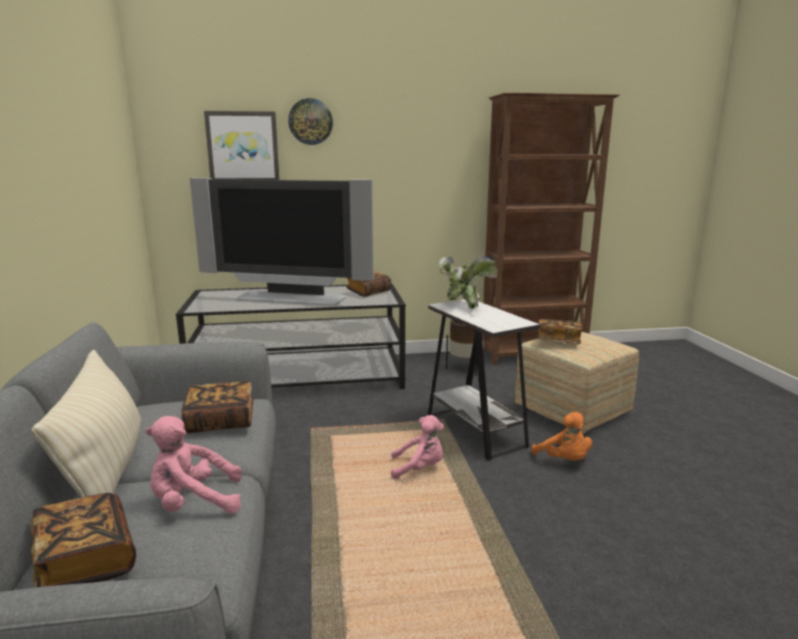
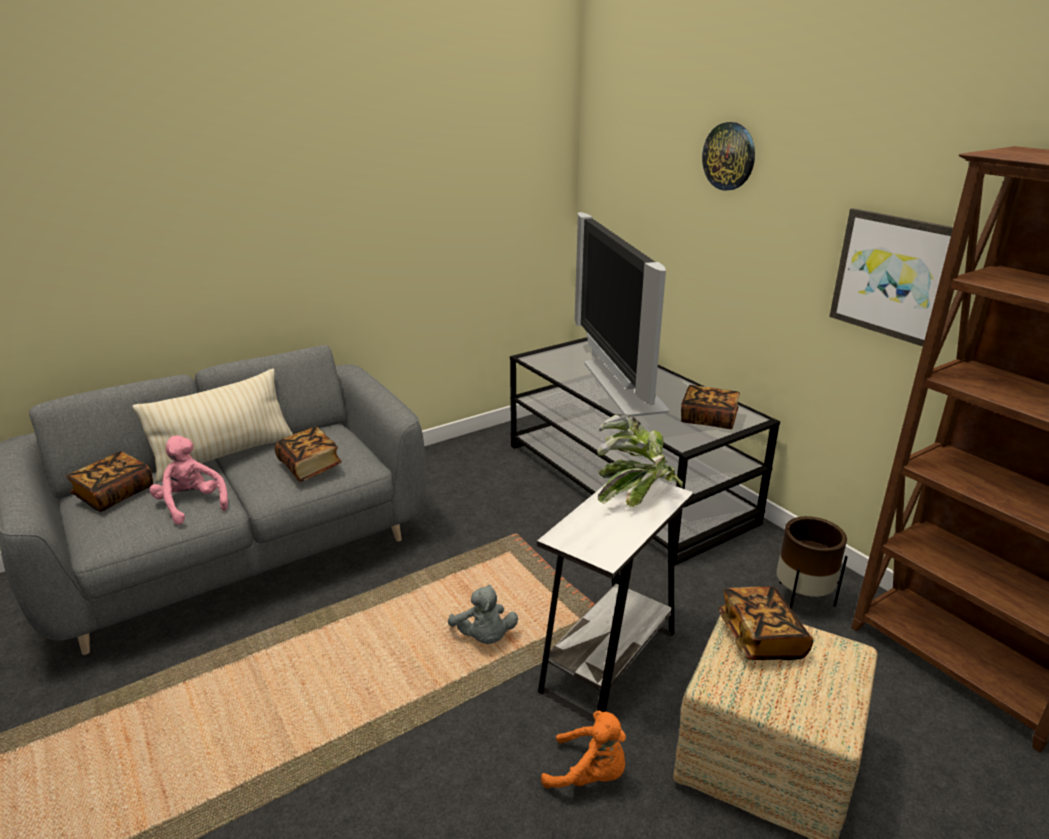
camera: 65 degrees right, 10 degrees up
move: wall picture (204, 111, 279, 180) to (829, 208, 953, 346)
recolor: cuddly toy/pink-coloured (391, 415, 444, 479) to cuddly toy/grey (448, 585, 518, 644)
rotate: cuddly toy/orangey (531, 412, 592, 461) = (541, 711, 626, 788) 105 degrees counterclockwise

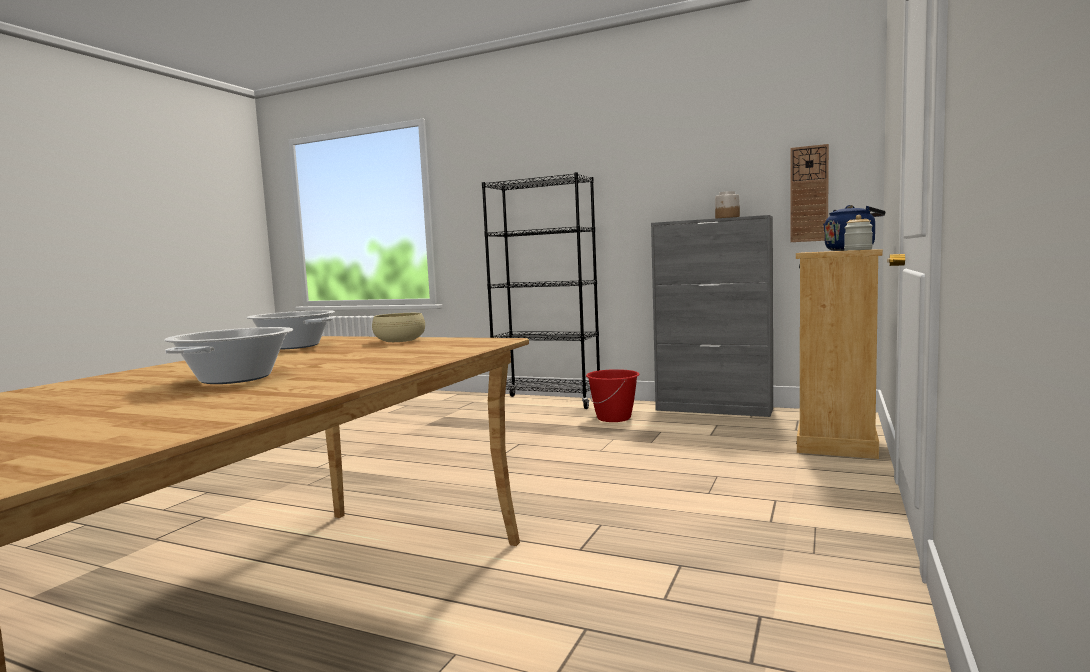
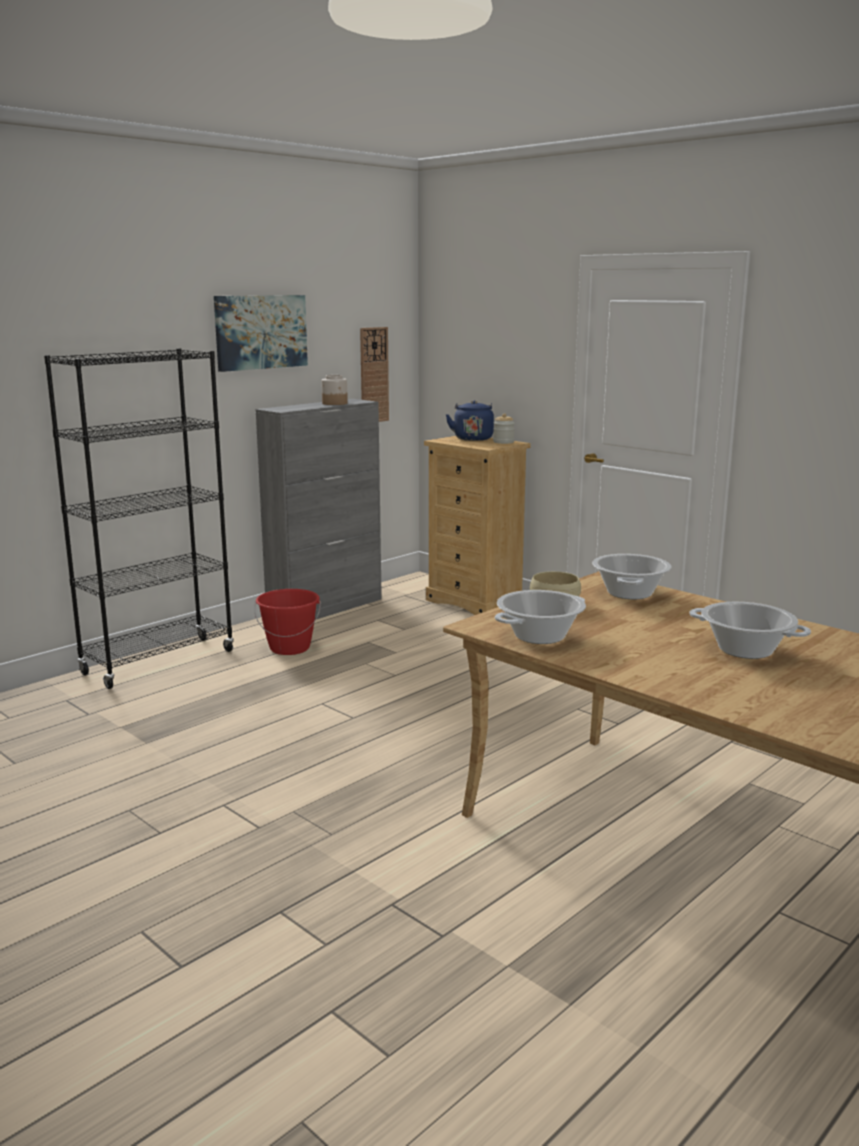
camera: 70 degrees left, 10 degrees up
insert: wall picture (214, 295, 308, 372); stockpot (592, 554, 672, 599)

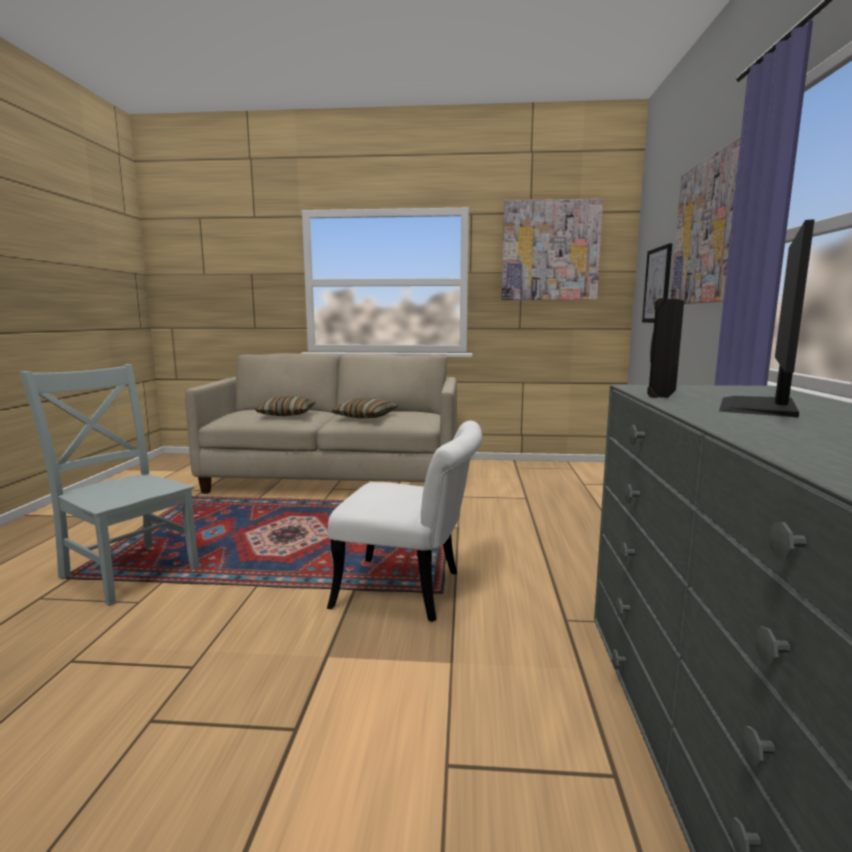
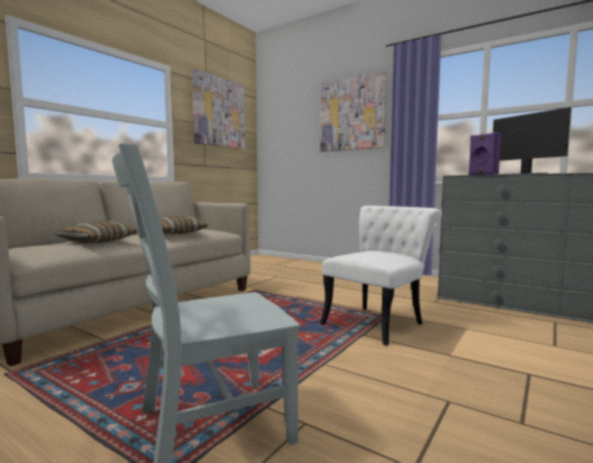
camera: 60 degrees left, 5 degrees down
delete: wall picture (642, 243, 672, 323)
recolor: loudspeaker/blackish (647, 298, 684, 398) to loudspeaker/purple (468, 132, 501, 175)

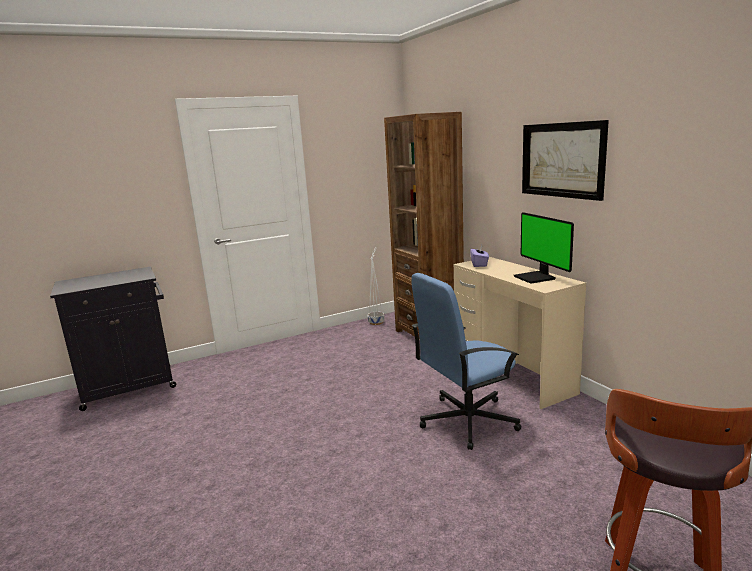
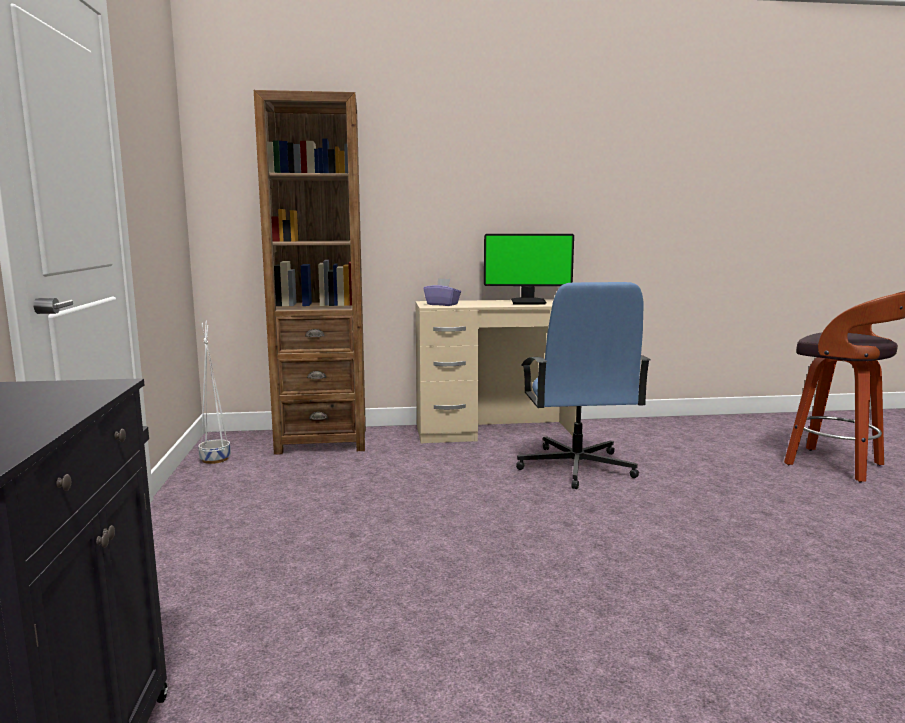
camera: 70 degrees left, 5 degrees down
delete: wall picture (522, 120, 609, 201)

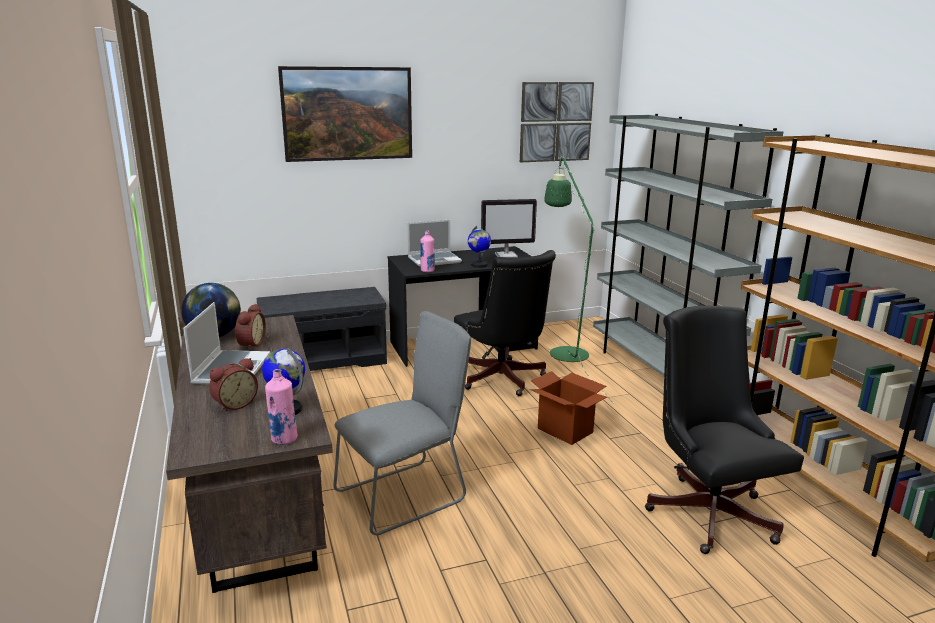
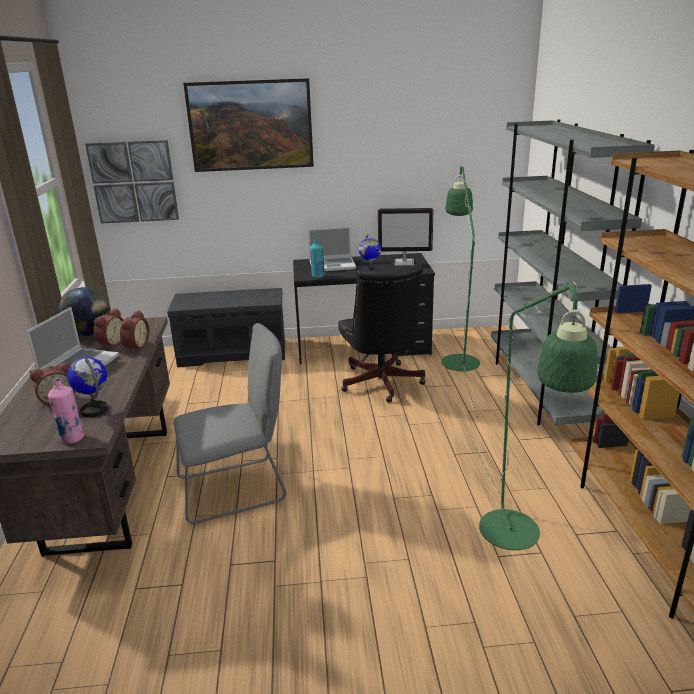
camera: 15 degrees right, 5 degrees up
delete: packing box (529, 371, 607, 445)
insert: bedside clock (120, 310, 149, 352)
move: wall picture (520, 82, 594, 162) to (85, 140, 179, 224)
replace: desk chair/blackish (645, 306, 804, 554) to floor lamp/green (473, 281, 597, 550)
recolor: beverage bottle/pink-coloured (420, 231, 434, 273) to beverage bottle/turquoise (310, 239, 325, 278)

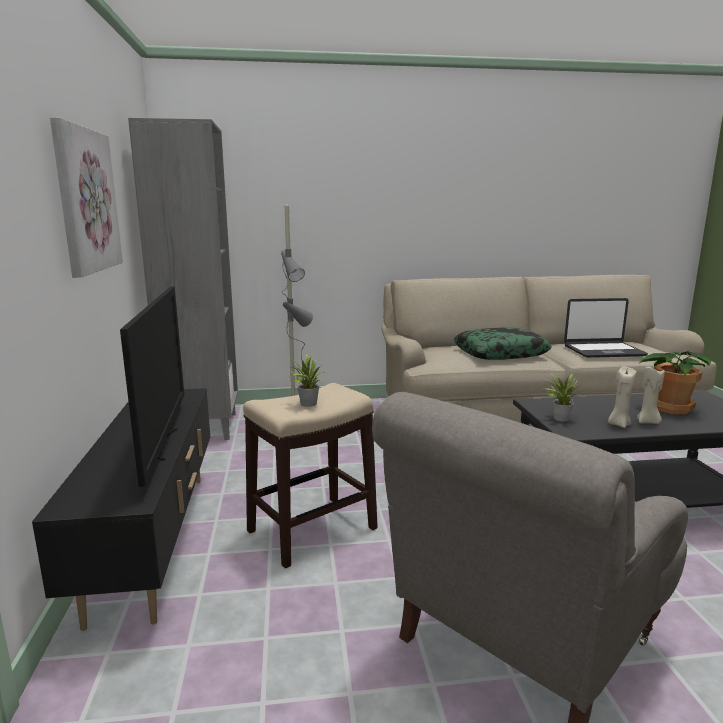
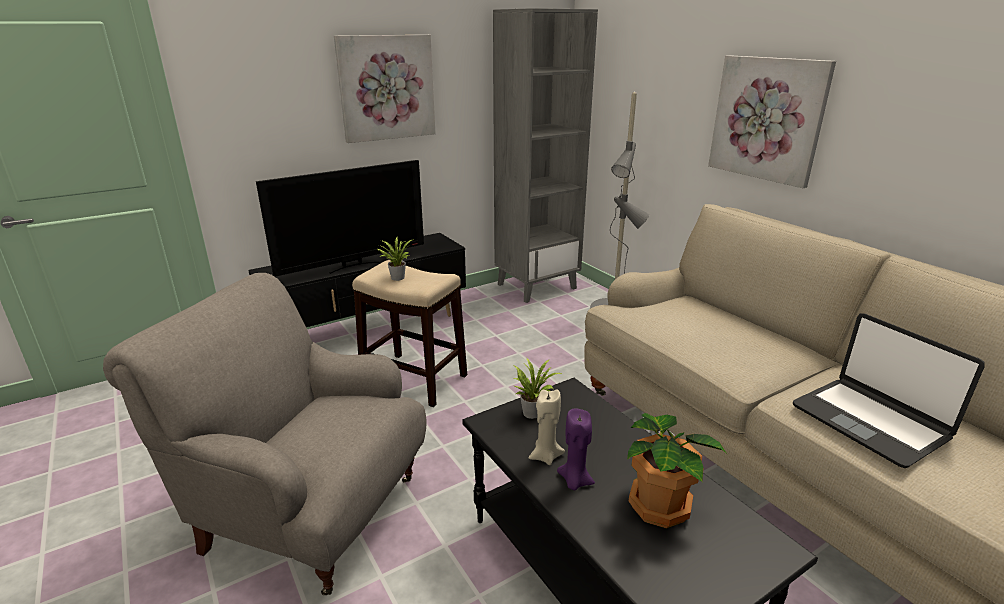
camera: 65 degrees right, 10 degrees up
delete: cushion (454, 328, 552, 360)
insert: wall picture (708, 55, 836, 188)
recolor: candle/beige (637, 366, 665, 424) to candle/purple (557, 408, 595, 490)

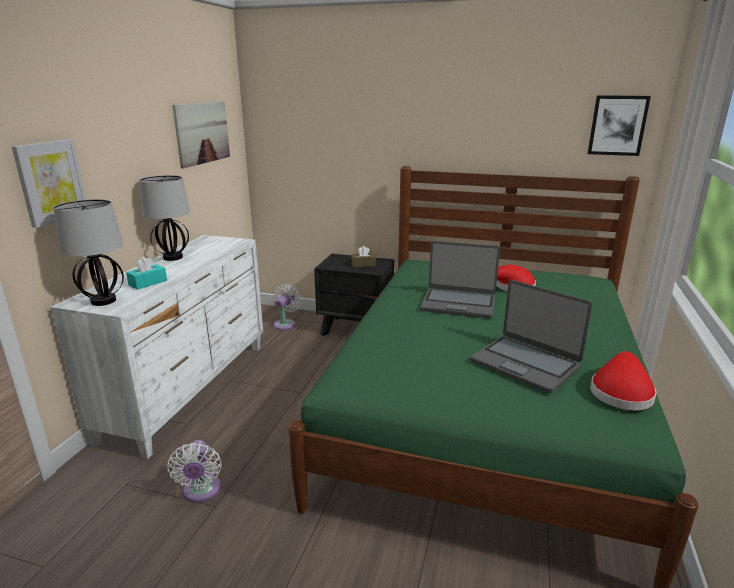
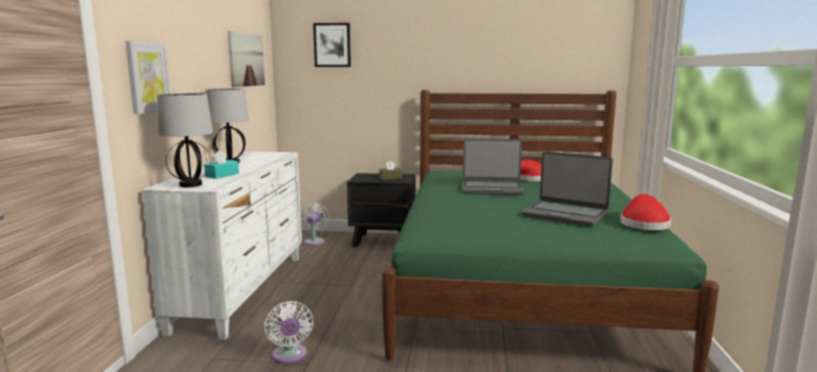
camera: 10 degrees left, 10 degrees down
move: wall picture (587, 95, 651, 156) to (313, 23, 351, 67)

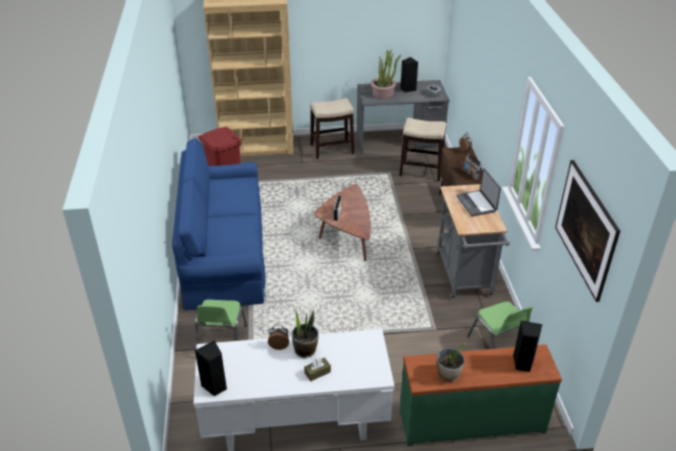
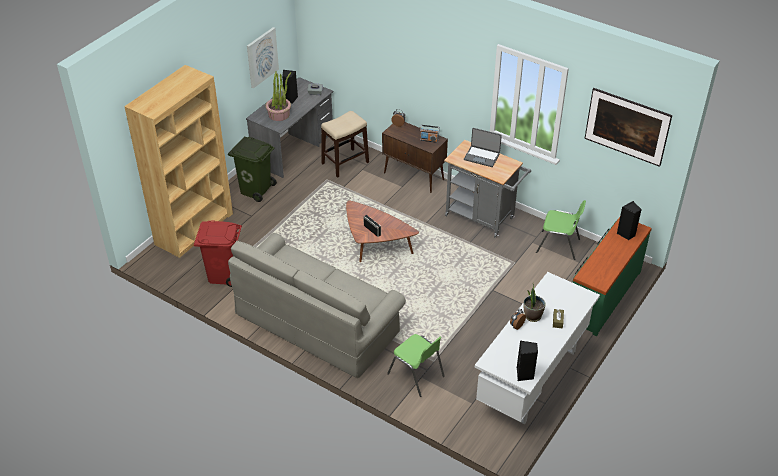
camera: 50 degrees left, 5 degrees up
delete: potted plant (437, 342, 466, 382)
insert: wall picture (247, 27, 279, 88)
replace: stool seat (310, 98, 354, 159) to trash can/green (228, 136, 277, 202)
recolor: settee/blue (172, 138, 267, 310) to settee/grey (228, 233, 406, 378)

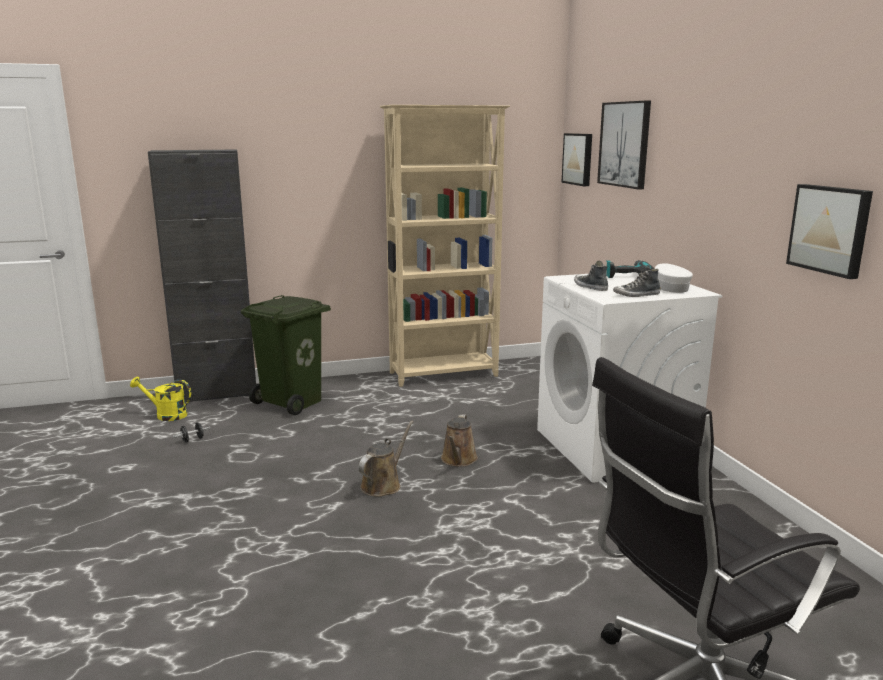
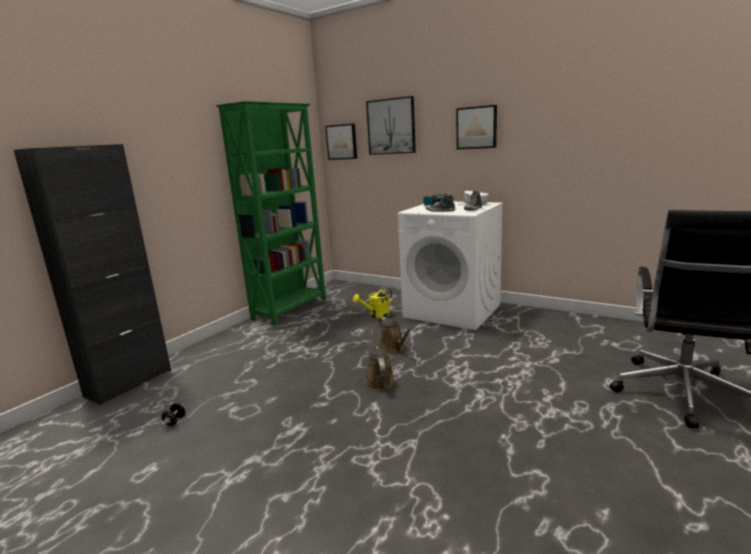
camera: 40 degrees left, 0 degrees up
delete: trash can/green (241, 295, 331, 415)
move: sprinkling can/yellow (130, 377, 191, 421) to (353, 287, 392, 318); wall picture (786, 184, 873, 279) to (456, 105, 497, 149)
recolor: bookshelf/beige (380, 105, 510, 387) to bookshelf/green (216, 101, 326, 325)

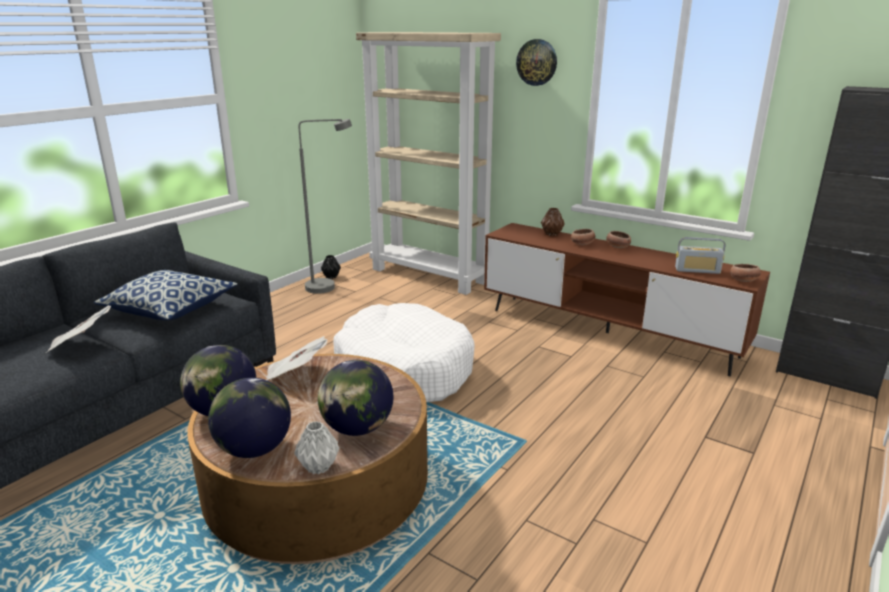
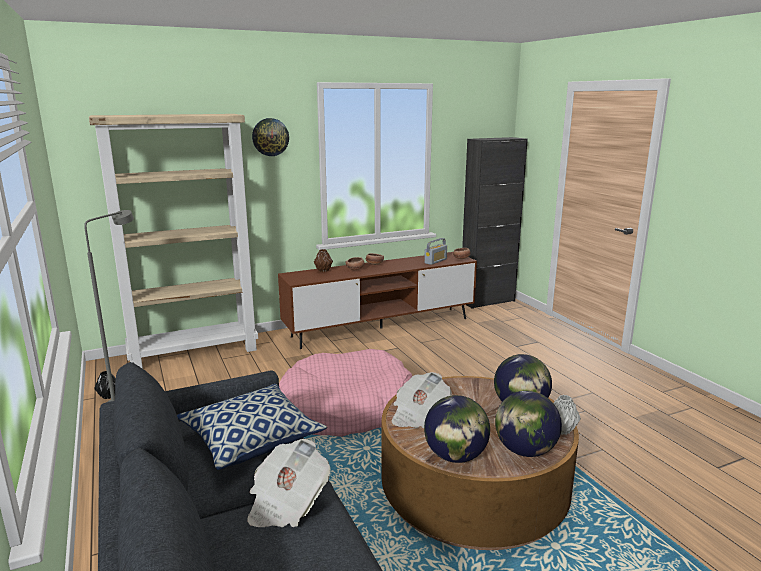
camera: 60 degrees left, 5 degrees down
recolor: dog bed/white (333, 303, 475, 402) to dog bed/pink-coloured (279, 349, 412, 437)

